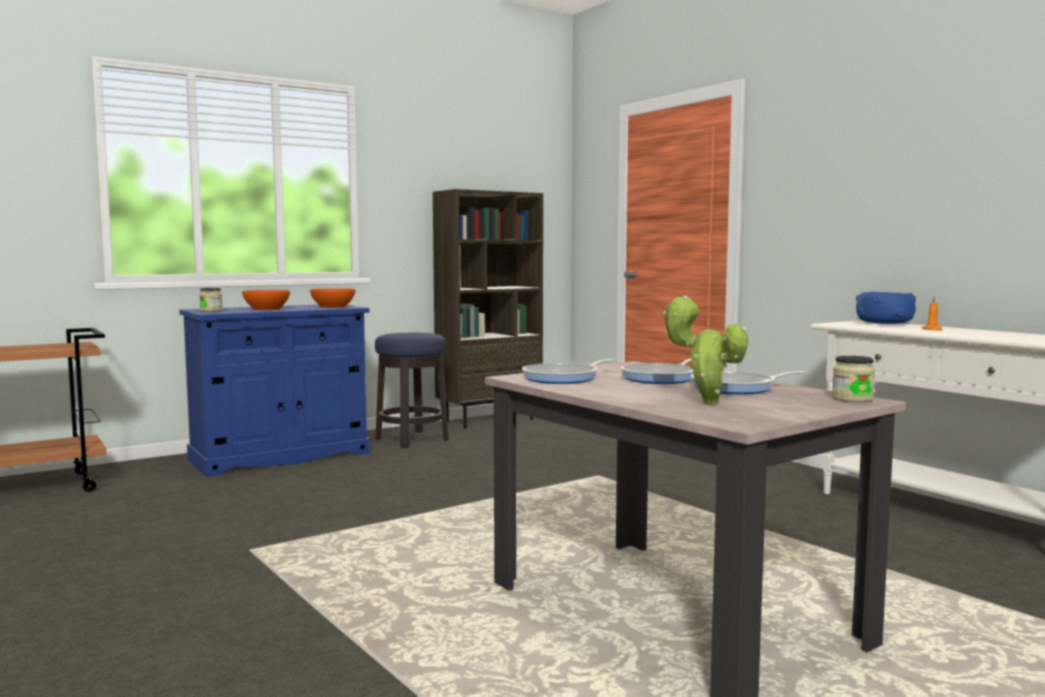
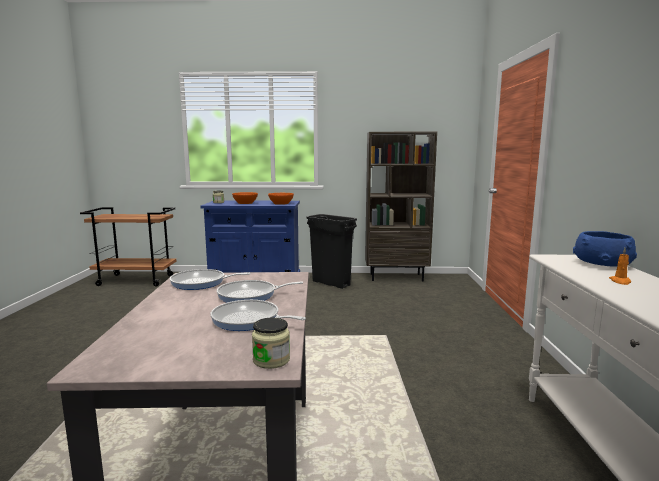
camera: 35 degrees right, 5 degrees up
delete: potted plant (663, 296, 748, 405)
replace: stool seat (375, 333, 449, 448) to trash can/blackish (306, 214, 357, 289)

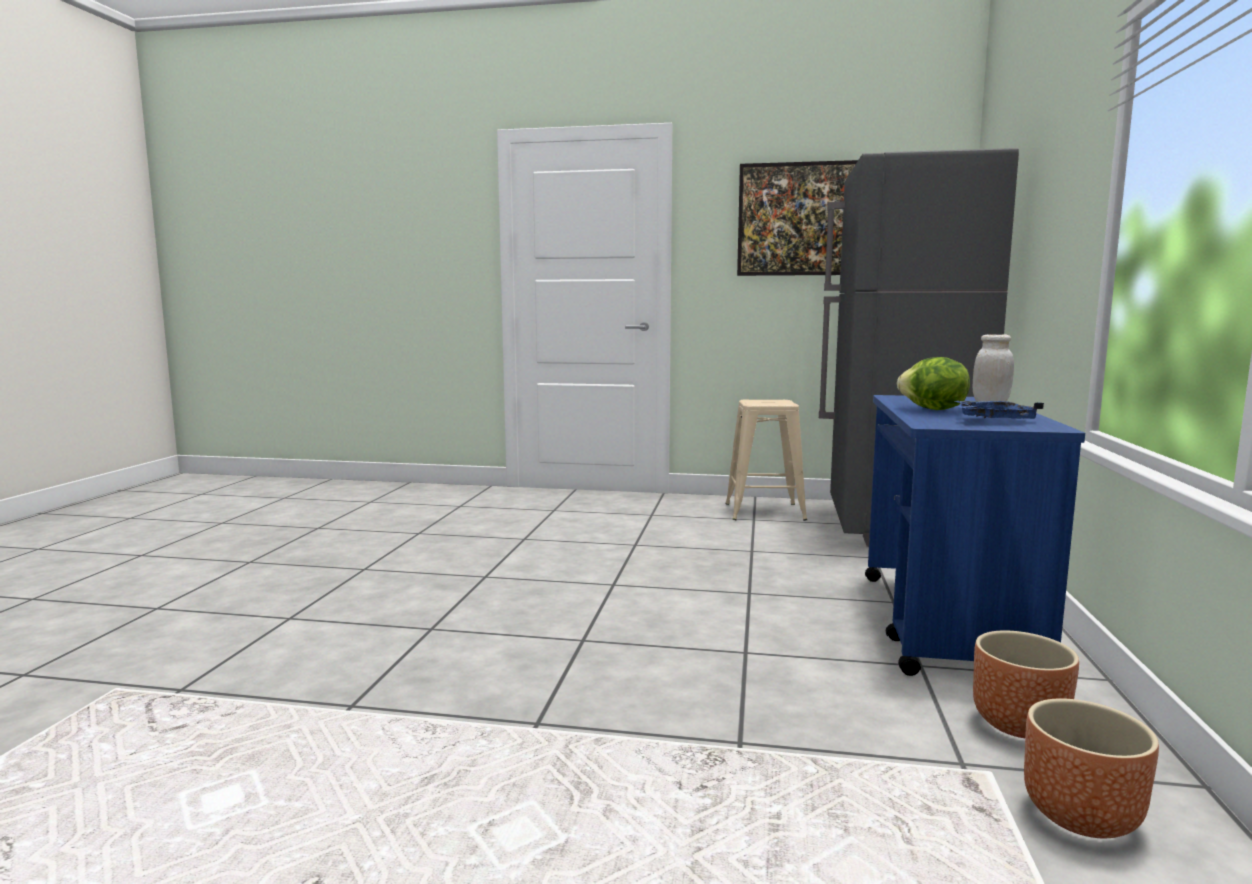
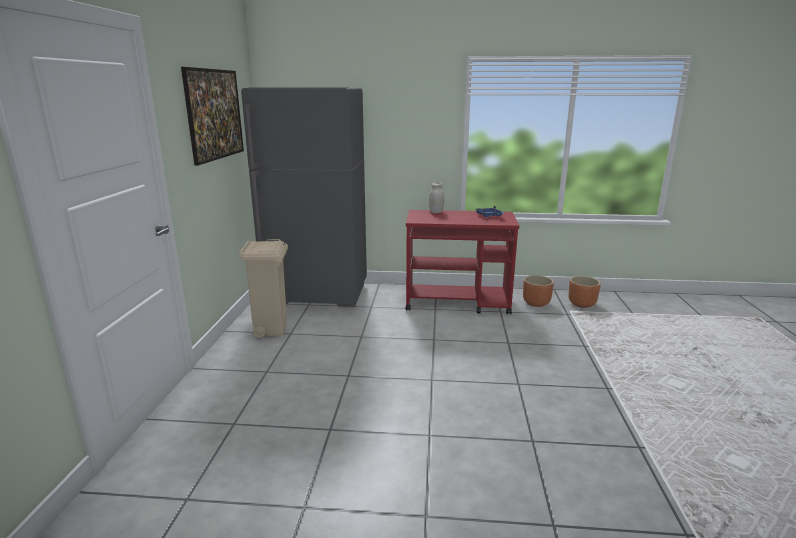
camera: 95 degrees left, 10 degrees up
delete: lettuce head (897, 357, 970, 410)
replace: stool seat/beige (725, 400, 807, 521) to trash can/beige (239, 239, 288, 338)
recolor: wheeled cart/blue (865, 395, 1085, 676) to wheeled cart/reddish (406, 210, 519, 315)

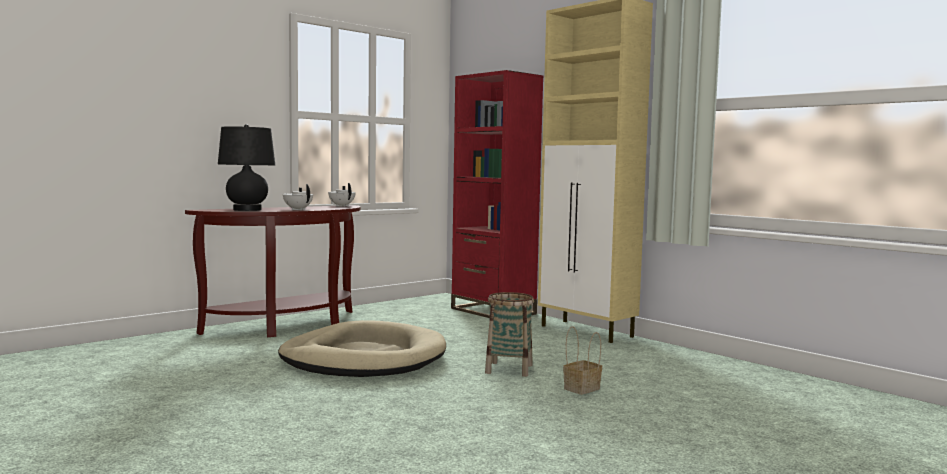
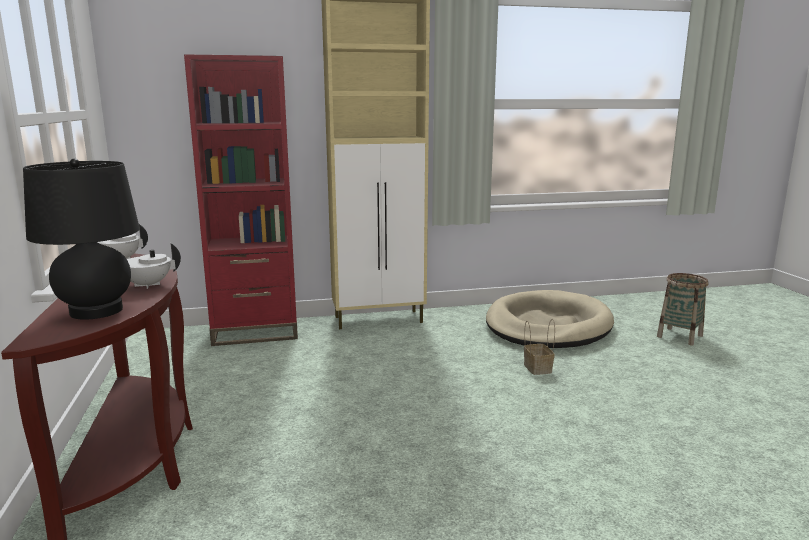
camera: 60 degrees left, 10 degrees up
move: dog bed/beige (278, 320, 446, 377) to (486, 290, 614, 348); household basket (485, 292, 534, 377) to (657, 273, 709, 346)

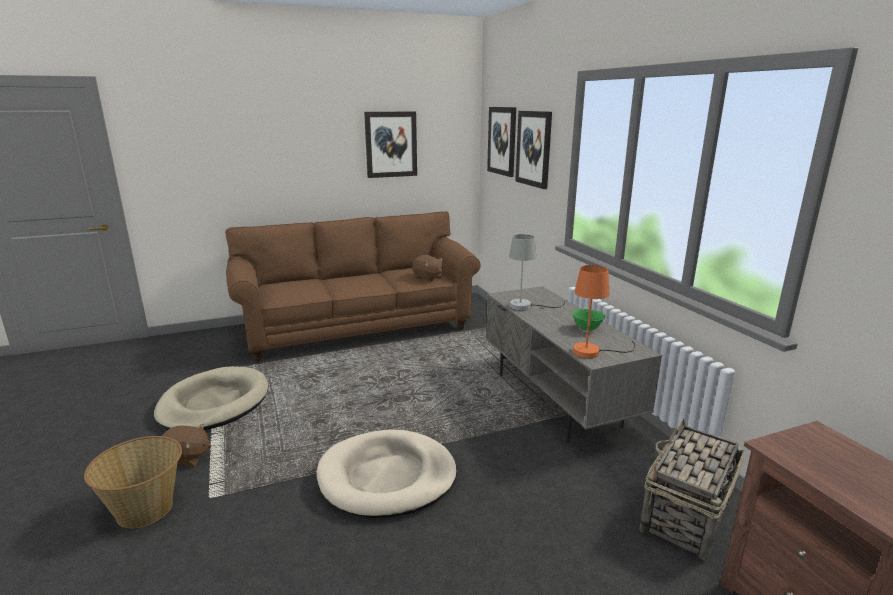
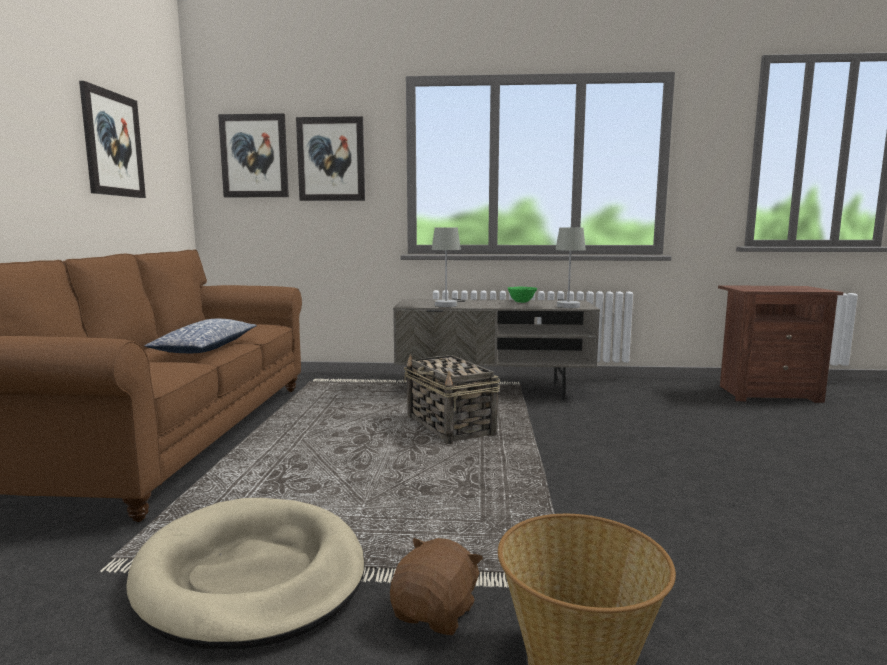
camera: 65 degrees left, 10 degrees down
delete: dog bed/beige (317, 430, 457, 518); cuddly toy/brown-coloured (412, 255, 443, 282)
insert: cushion (145, 319, 257, 353)
move: household basket (639, 419, 745, 561) to (404, 353, 500, 444)
recolor: lamp for a table/orangey (573, 265, 636, 358) to lamp for a table/grey (555, 227, 586, 308)

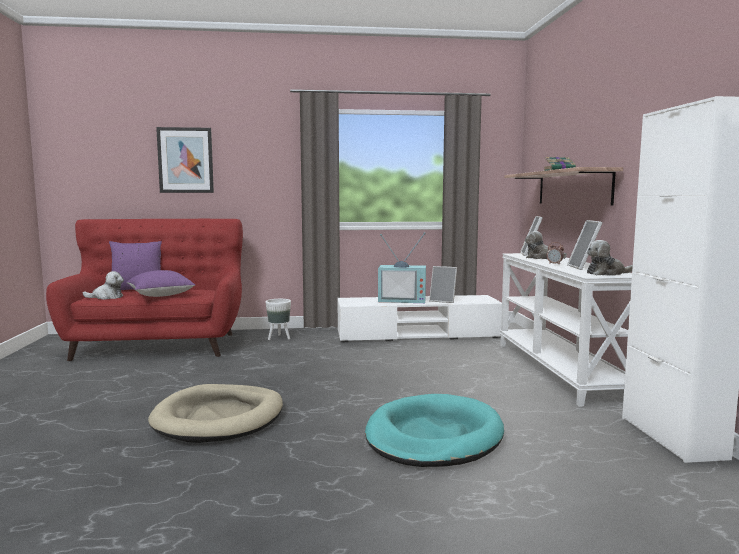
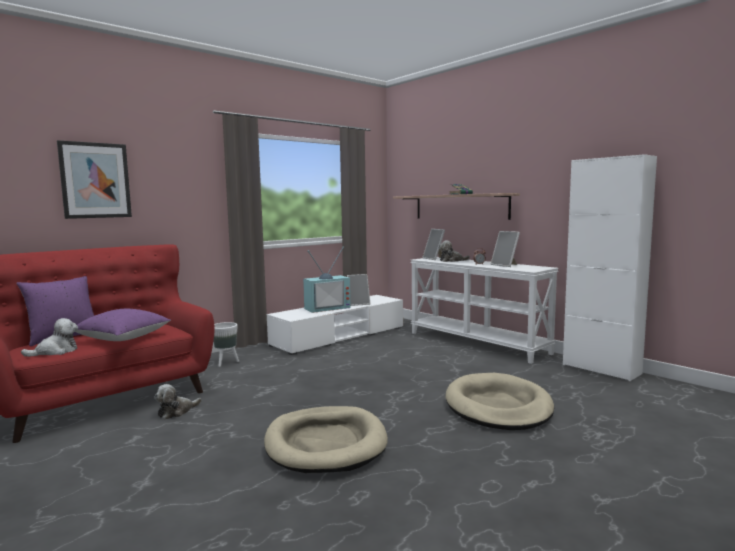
camera: 35 degrees left, 0 degrees up
move: cuddly toy (587, 240, 633, 276) to (154, 384, 202, 419)
recolor: dog bed/turquoise (365, 394, 504, 467) to dog bed/beige (446, 373, 554, 430)

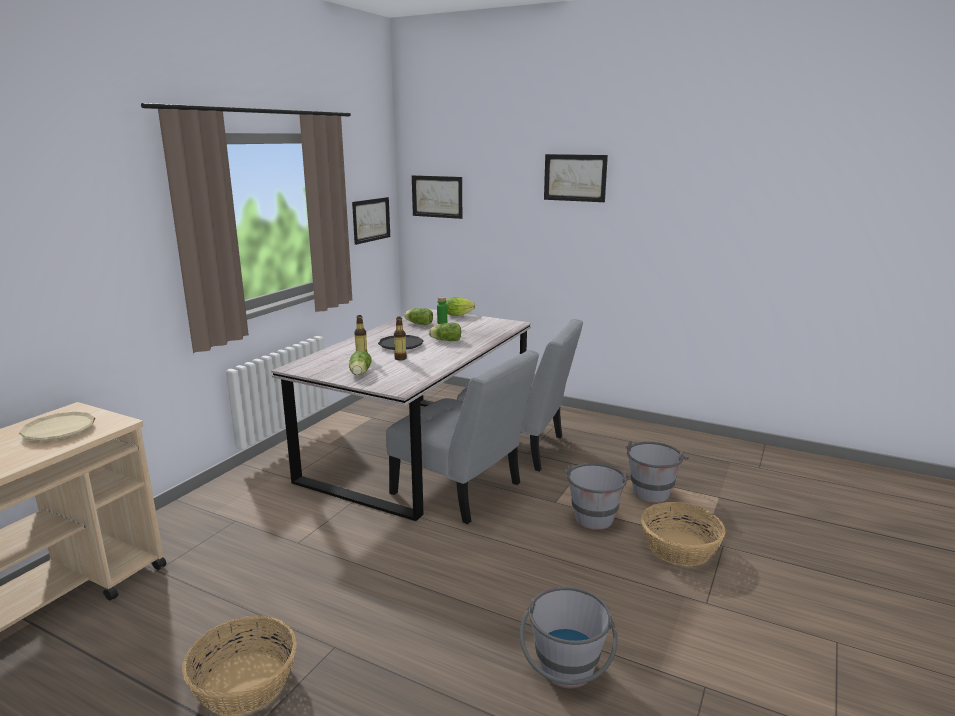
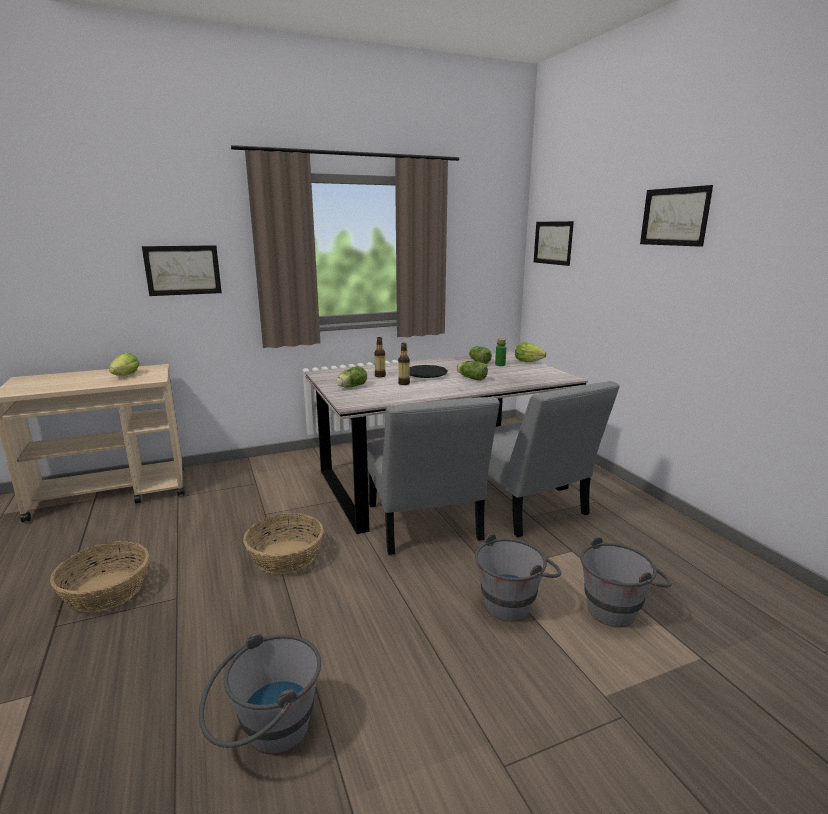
camera: 40 degrees right, 0 degrees up
move: wall picture (352, 197, 390, 245) to (142, 245, 222, 296); household basket (641, 502, 726, 566) to (243, 513, 324, 574)
replace: dinner plate/beige (19, 412, 96, 441) to lettuce head (109, 353, 139, 376)

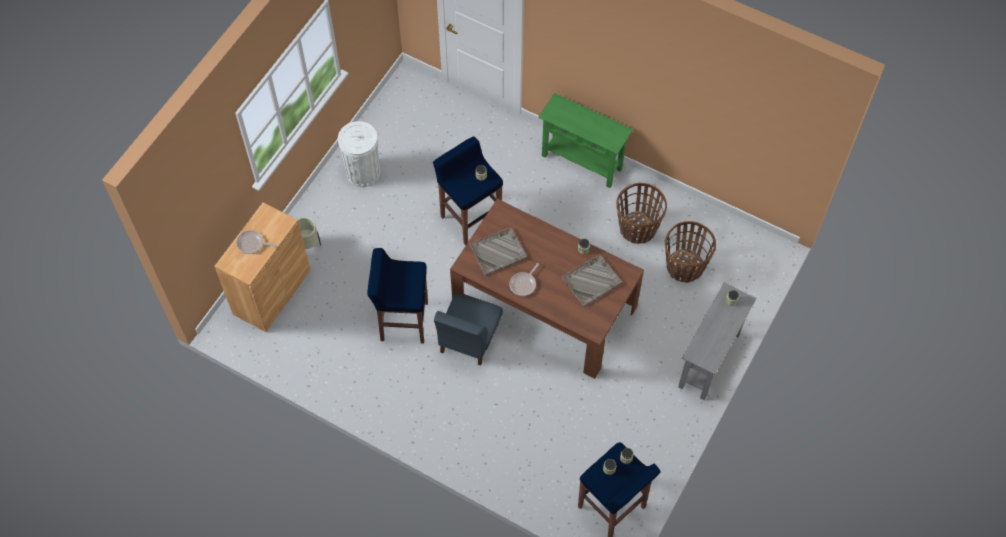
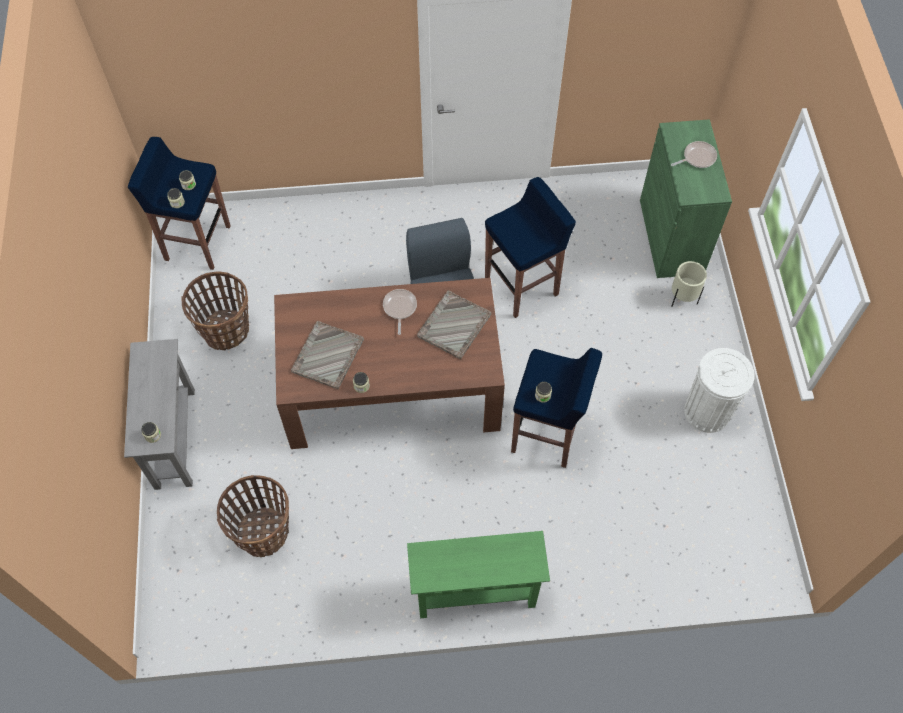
camera: 145 degrees right, 0 degrees up
move: household basket (616, 183, 667, 244) to (182, 271, 249, 350)
recolor: storage cabinet/brown-coloured (214, 203, 311, 332) to storage cabinet/green (640, 119, 732, 278)

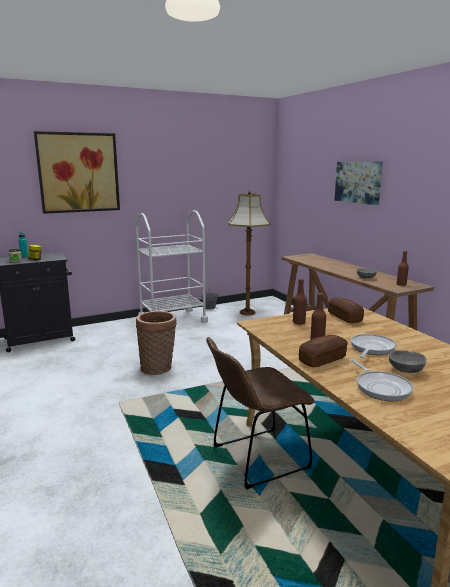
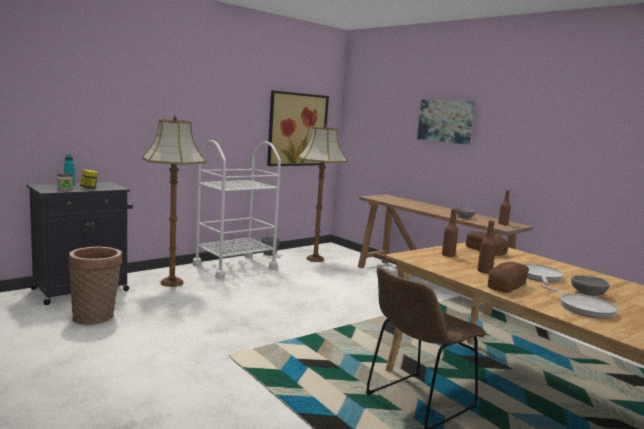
camera: 15 degrees left, 5 degrees down
insert: floor lamp (142, 115, 206, 287)
move: household basket (136, 311, 177, 375) to (68, 247, 123, 325); wall picture (34, 131, 120, 214) to (267, 90, 329, 166)

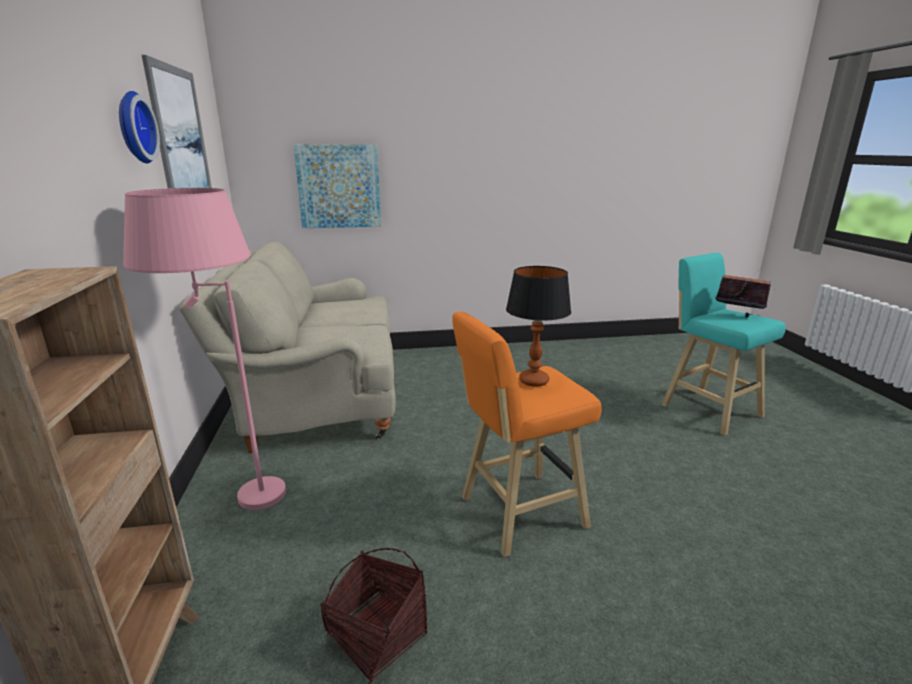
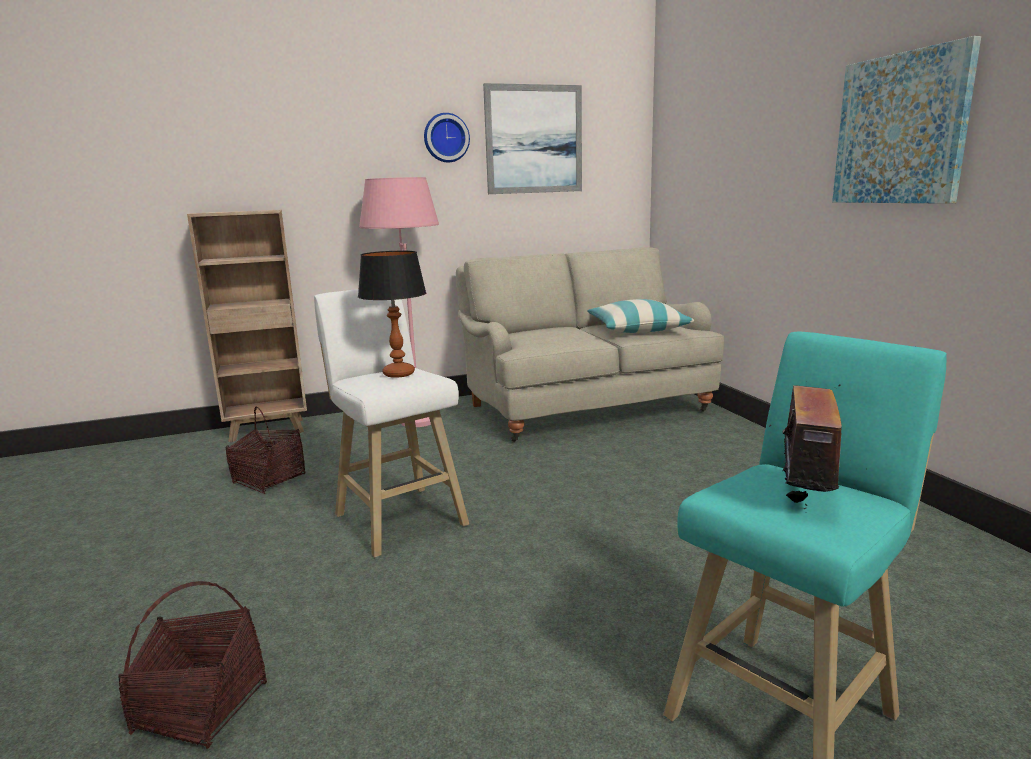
camera: 80 degrees right, 5 degrees down
insert: household basket (118, 581, 267, 749); cushion (587, 299, 694, 333)
move: wall picture (293, 144, 381, 228) to (832, 36, 981, 204)
recolor: stool seat/orangey (452, 312, 602, 557) to stool seat/white (314, 289, 469, 557)

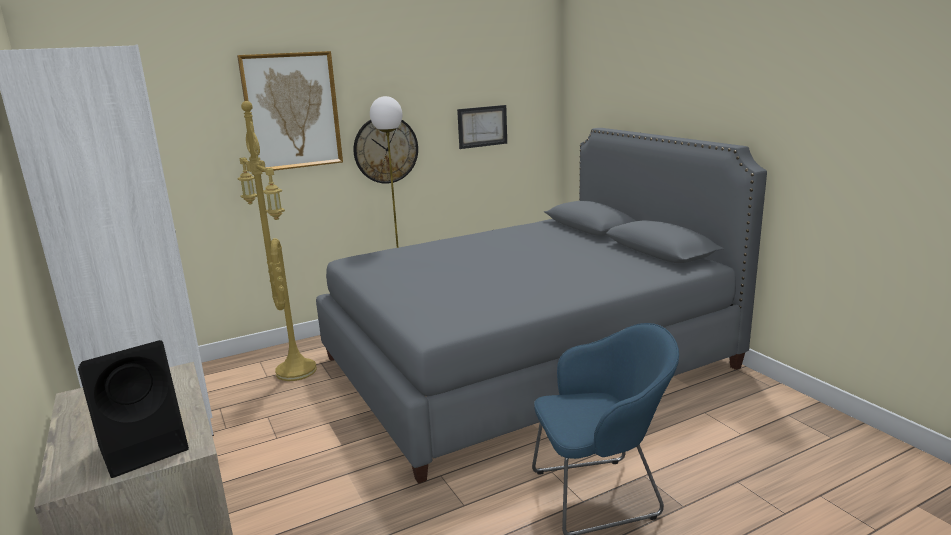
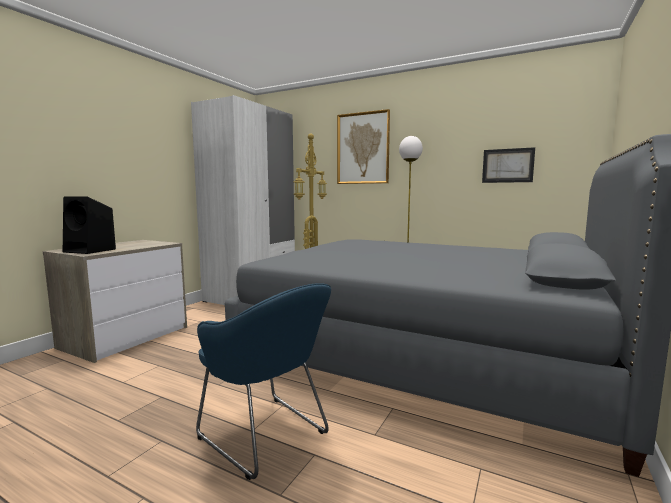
camera: 55 degrees right, 10 degrees down
delete: wall clock (354, 119, 418, 184)

